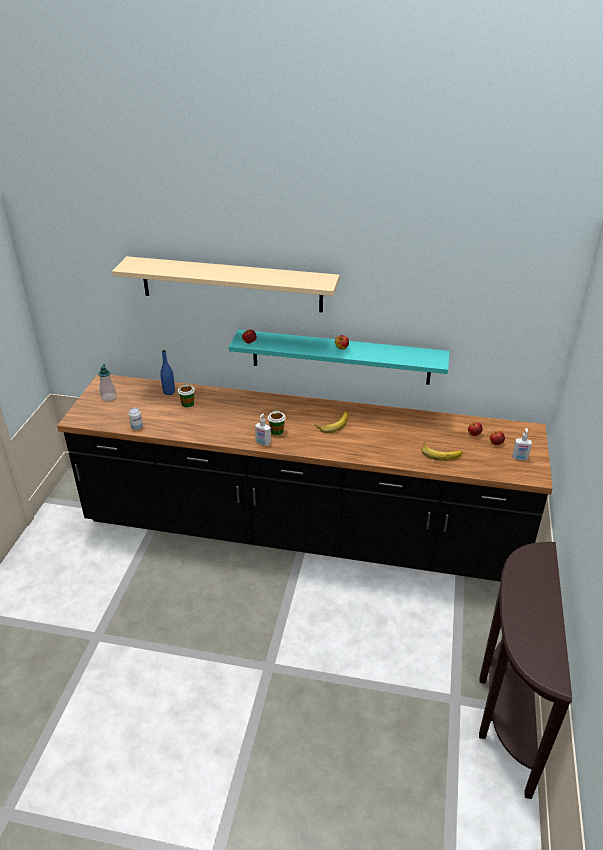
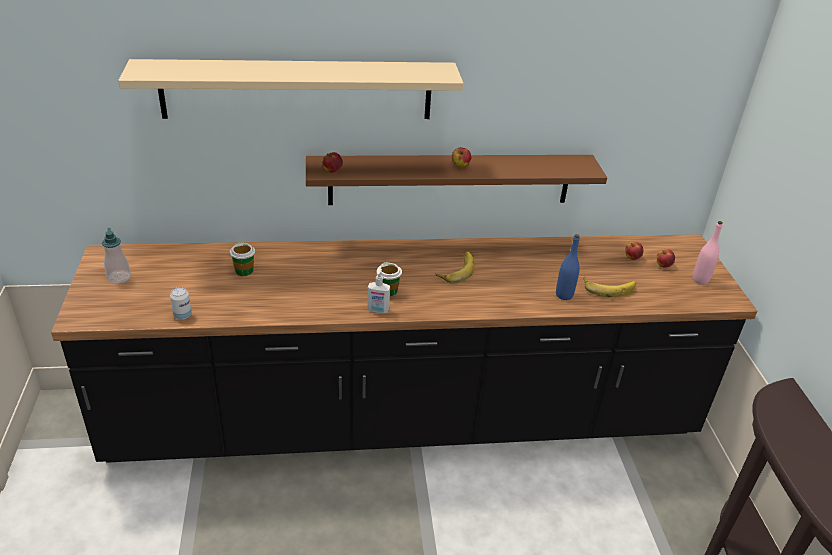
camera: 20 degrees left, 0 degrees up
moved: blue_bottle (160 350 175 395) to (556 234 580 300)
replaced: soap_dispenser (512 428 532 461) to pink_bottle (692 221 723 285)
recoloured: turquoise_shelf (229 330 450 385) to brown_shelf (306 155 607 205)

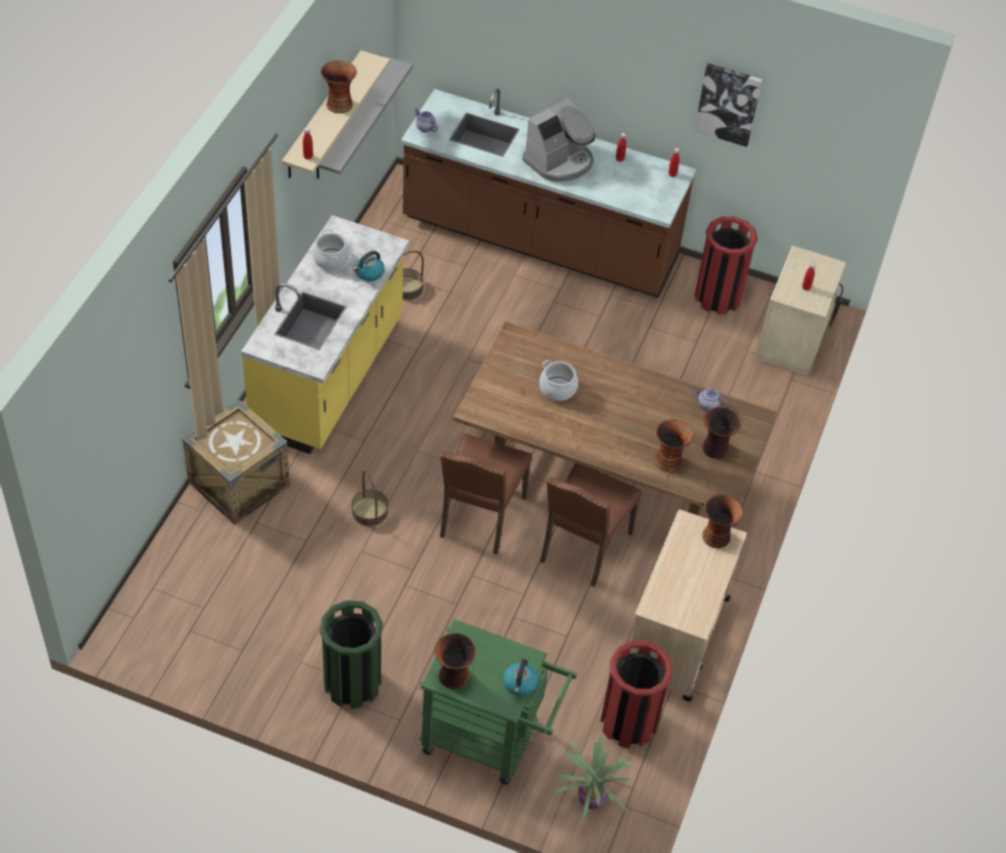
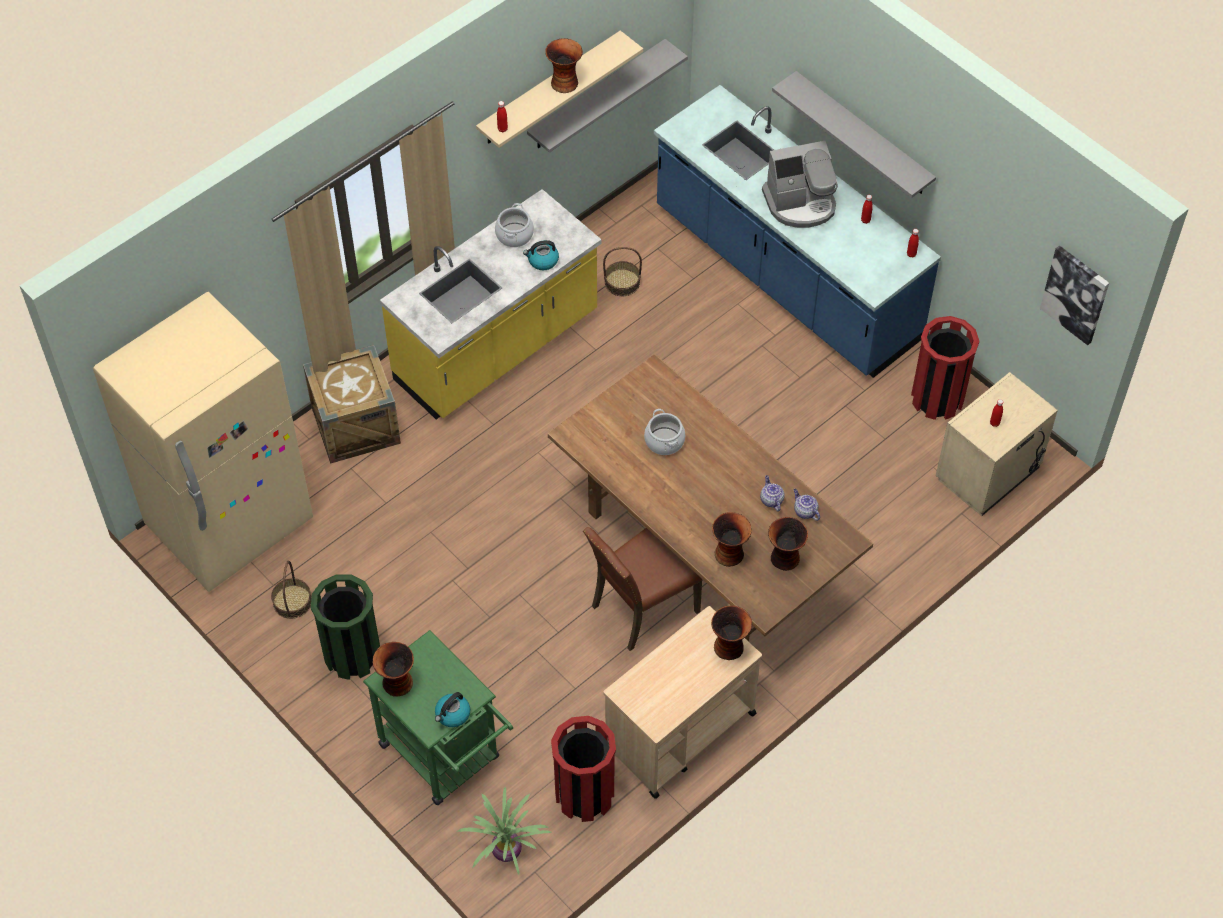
camera: 30 degrees right, 5 degrees up
removed: brown_chair (440 433 532 555)
added: grey_shelf (772 71 936 198); beige_fridge (93 292 313 592)
moved: picture (694 63 762 147) to (1040 245 1109 345); teapot (415 108 437 132) to (760 475 785 512); basket (351 470 389 527) to (271 561 312 619)
recoloured: brown_counter (401 88 696 298) to blue_counter (654 85 941 378)

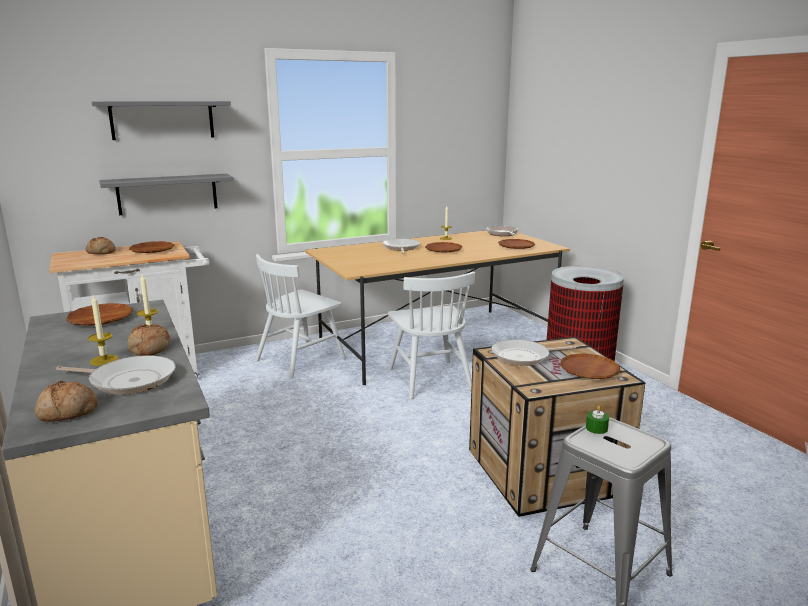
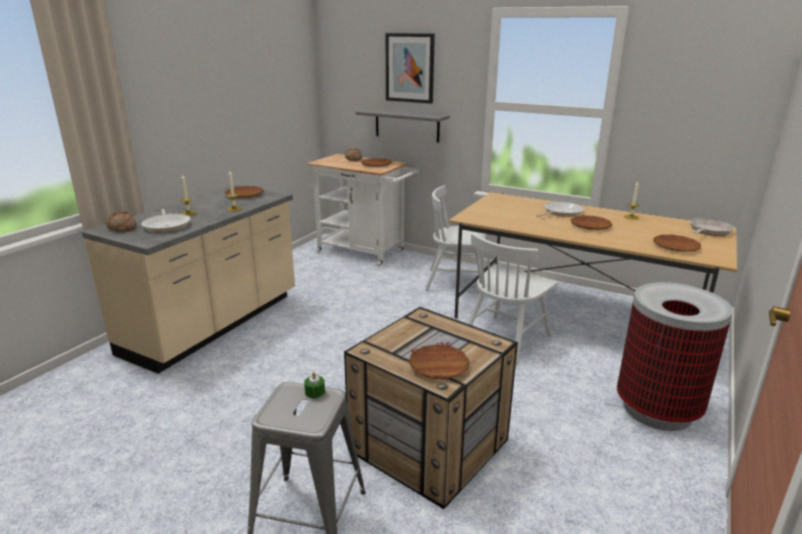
camera: 55 degrees right, 5 degrees up
removed: bread (127 324 170 356); frying_pan (491 339 576 366)
replaced: grey_shelf (92 101 231 140) to picture (386 33 435 104)

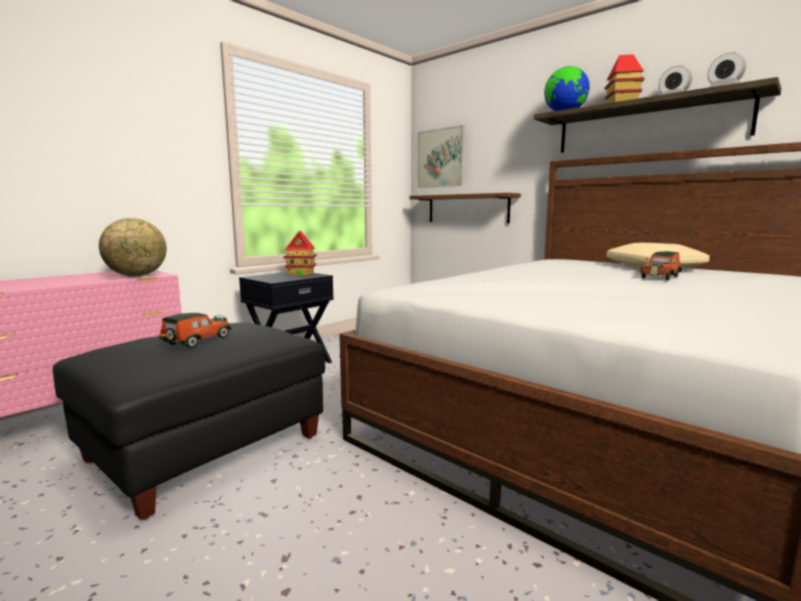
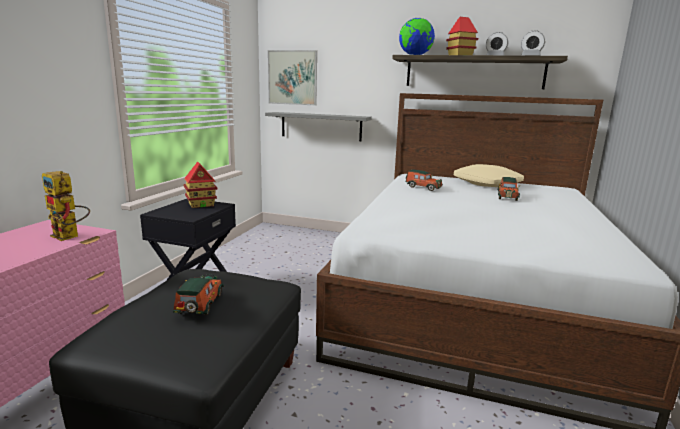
camera: 25 degrees left, 5 degrees up
added: toy_car (405 170 443 191)
replaced: globe (99 218 167 277) to toy_robot (42 171 90 241)
recoloured: brown_shelf (409 193 521 223) to grey_shelf (265 112 372 141)

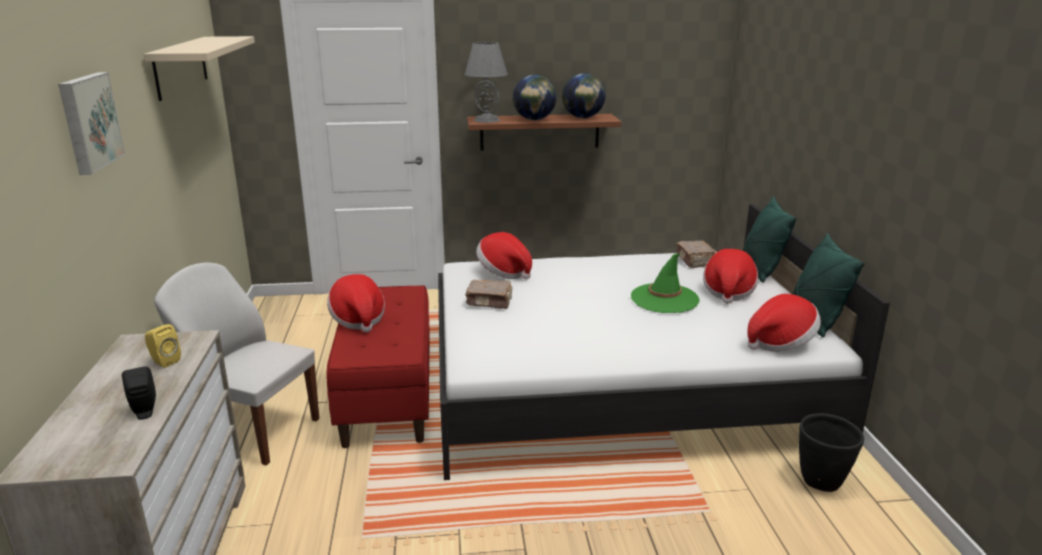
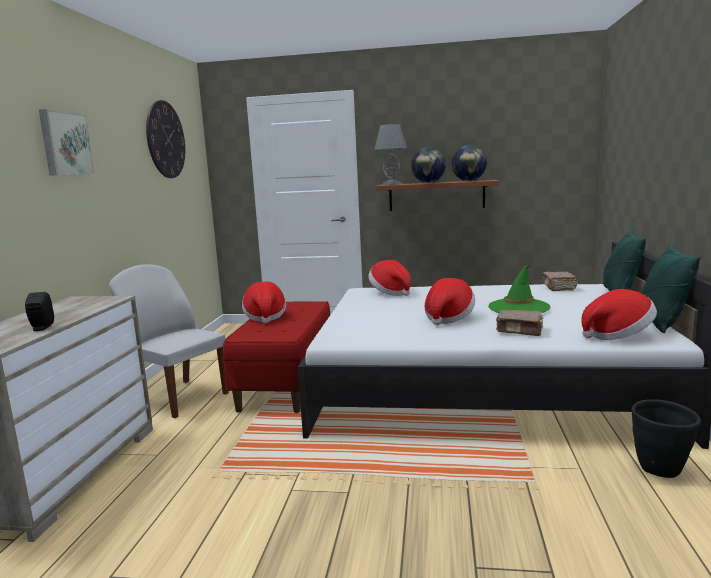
camera: 15 degrees right, 10 degrees down
removed: yellow_speaker (145 324 181 368)
moved: hat (703 249 758 304) to (424 278 475 325); brown_book (465 280 513 309) to (496 310 543 336)
replaced: beige_shelf (144 36 255 101) to wall_clock (146 100 185 178)

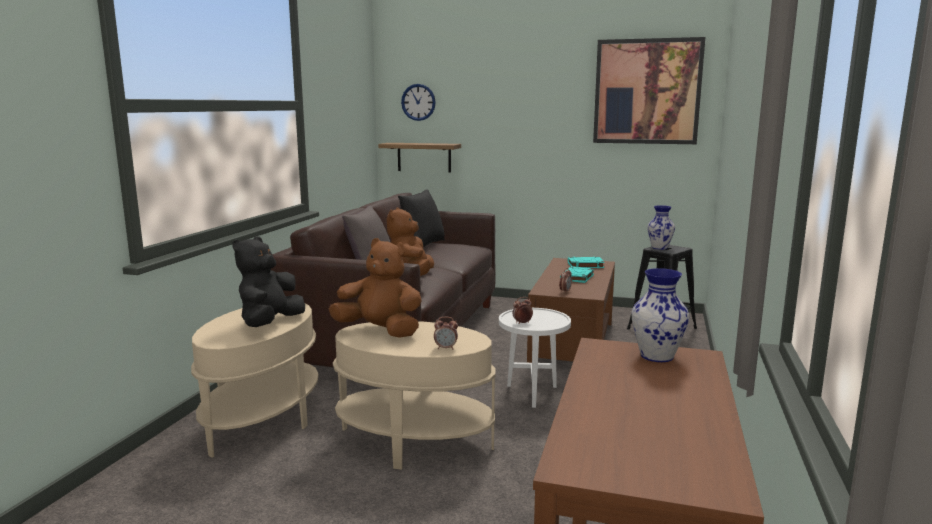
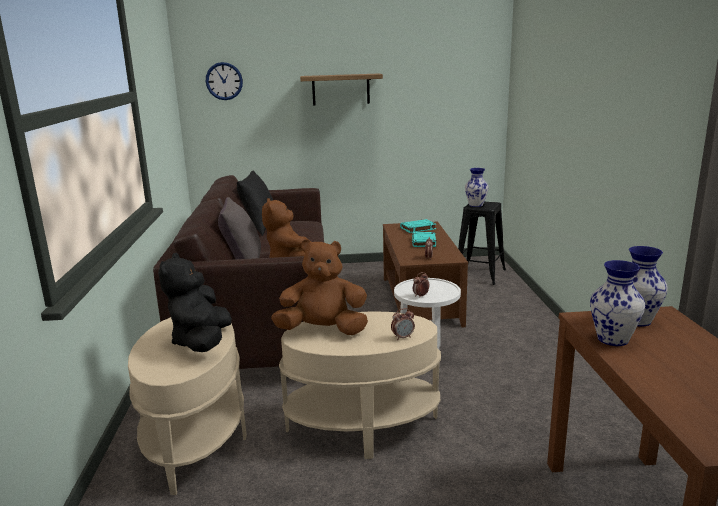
camera: 20 degrees left, 5 degrees up
removed: picture (593 37 705 144)
added: vase (590 260 645 346)
moved: shelf (378 143 461 173) to (300 73 383 106)

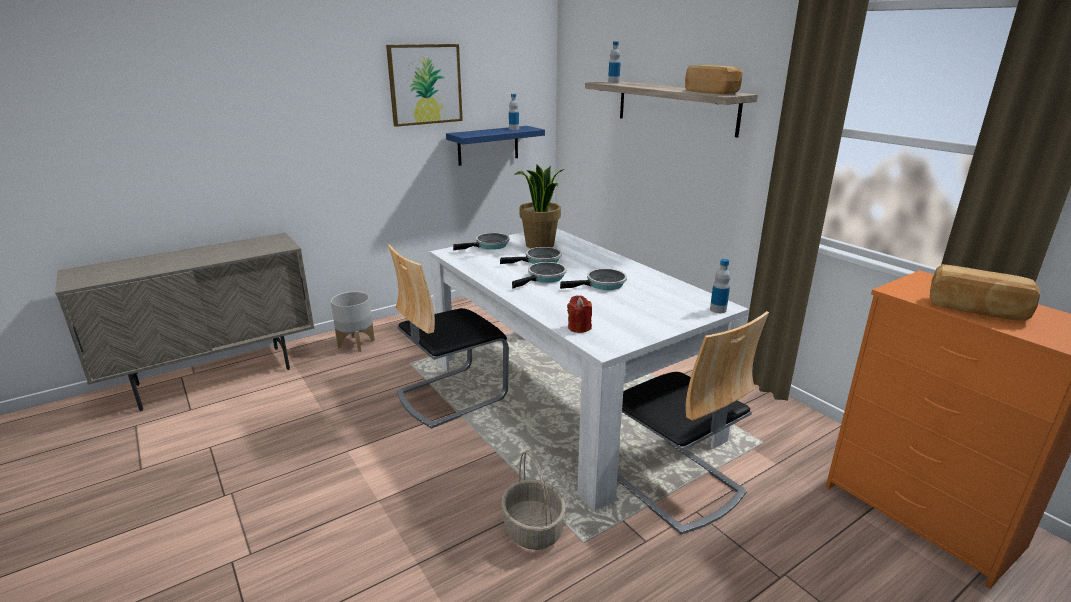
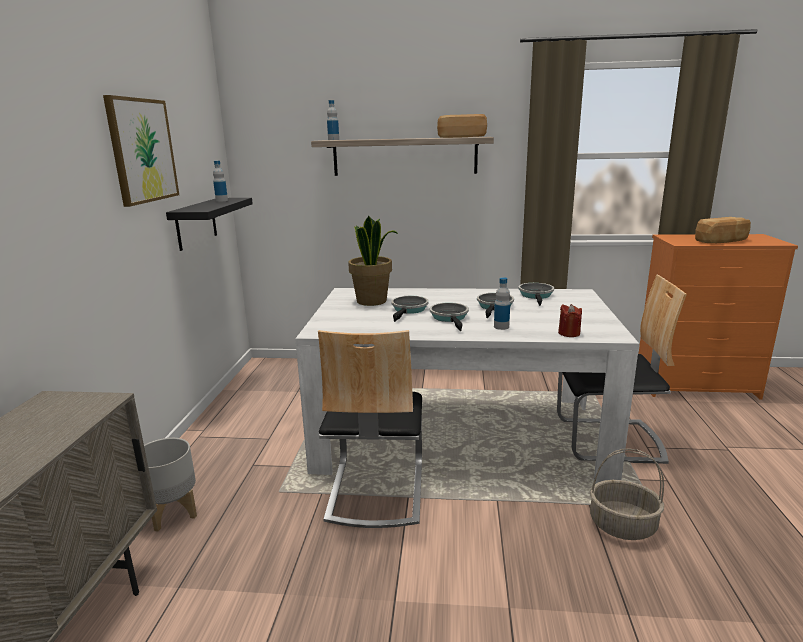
camera: 50 degrees left, 5 degrees down
moved: frying_pan (453 233 509 250) to (518 283 554 306); bottle (710 259 731 313) to (494 277 510 330)
recoloured: blue_shelf (446 126 545 166) to black_shelf (166 198 253 251)

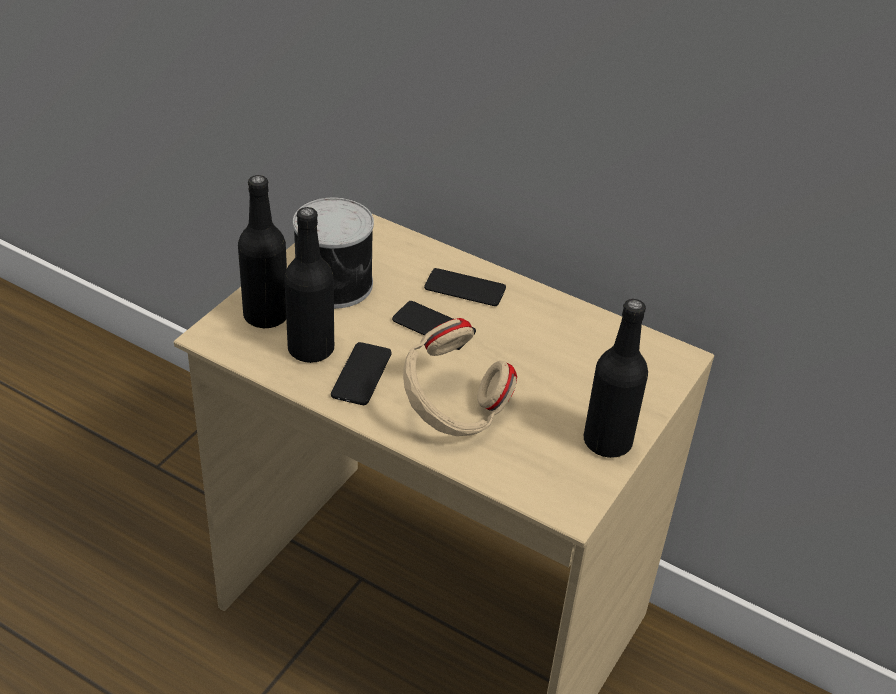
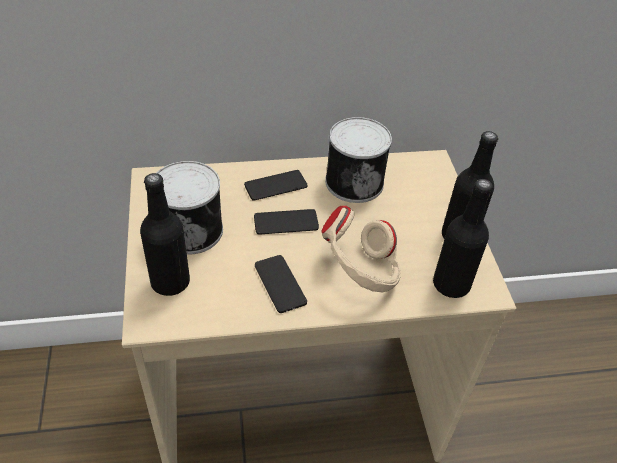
camera: 40 degrees left, 5 degrees up
added: can (325 117 392 203)
moved: black_bottle (284 207 334 363) to (433 179 493 298)

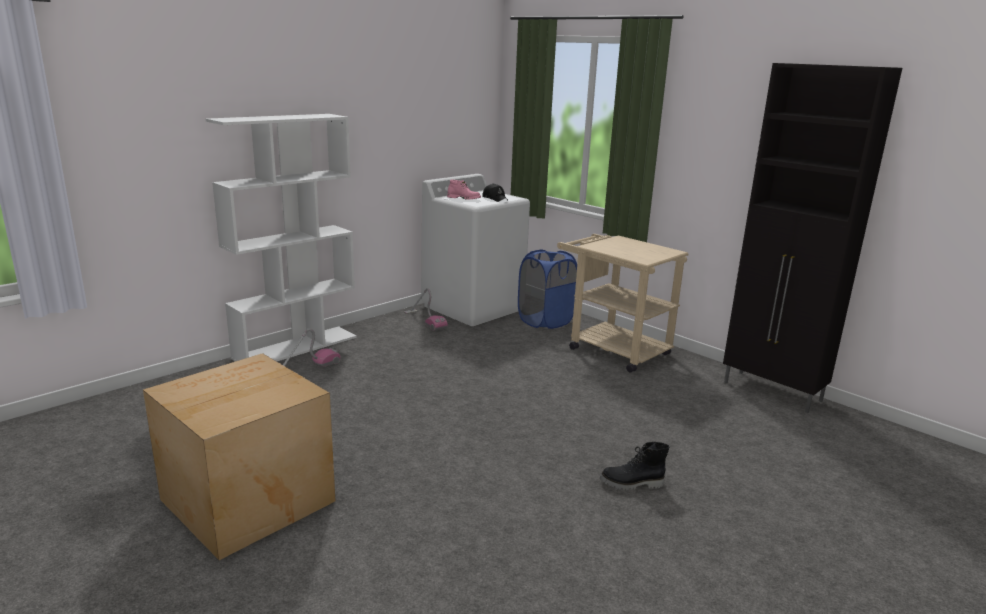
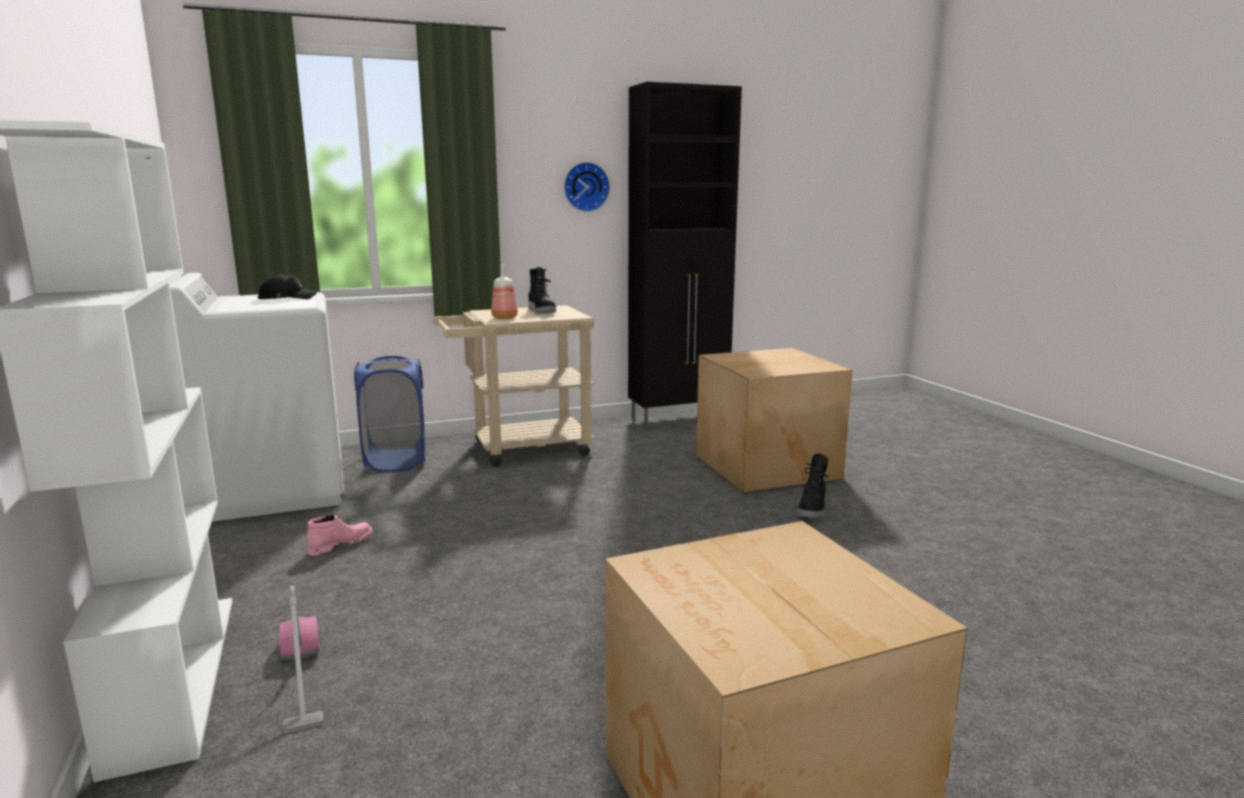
camera: 65 degrees left, 5 degrees down
removed: vacuum_cleaner (404 288 448 331)
added: wall_clock (564 162 610 212); bottle (491 264 518 319); black_boot (528 267 556 314); cardboard_box (696 348 852 492)
moved: pink_boot (447 180 481 199) to (306 514 372 556)

